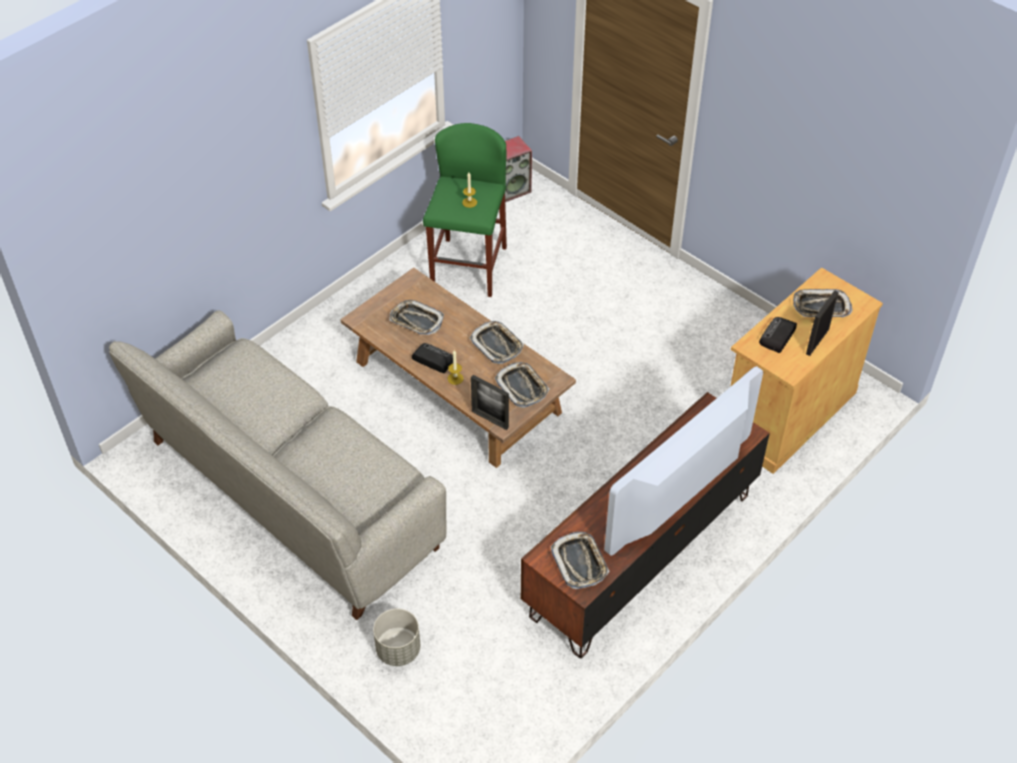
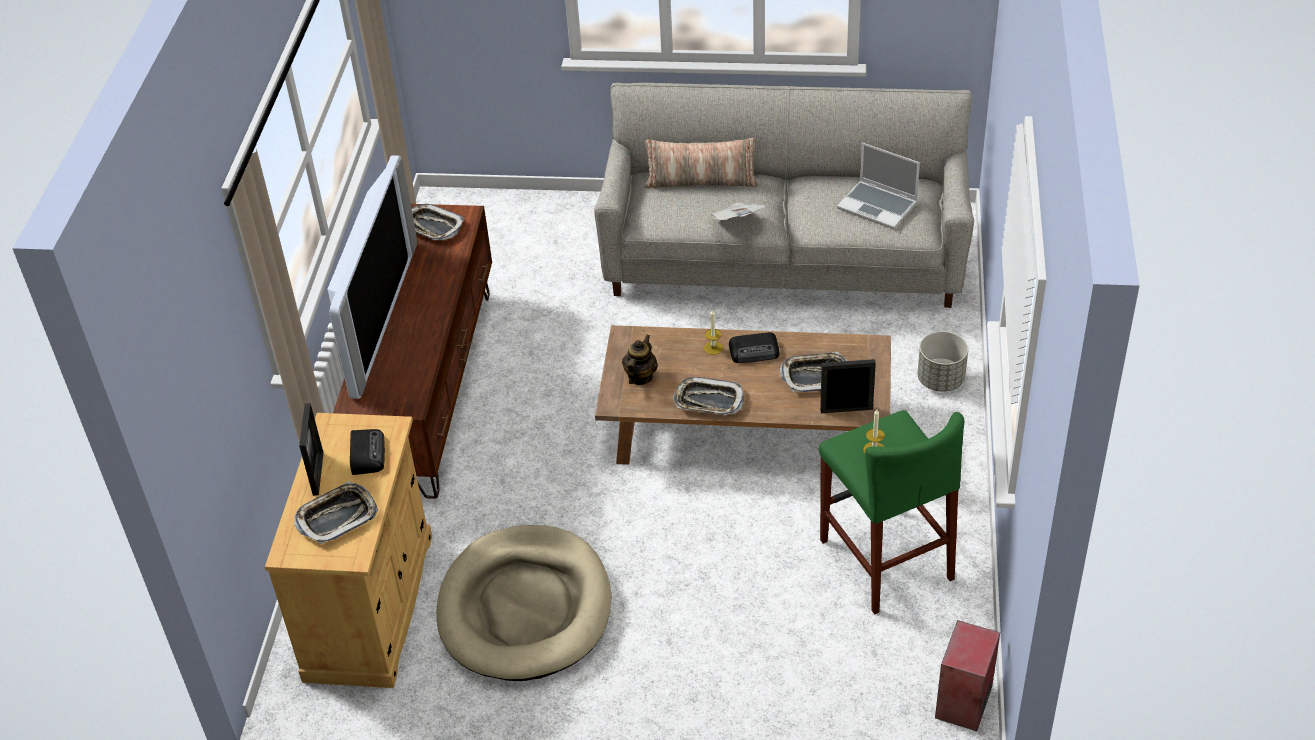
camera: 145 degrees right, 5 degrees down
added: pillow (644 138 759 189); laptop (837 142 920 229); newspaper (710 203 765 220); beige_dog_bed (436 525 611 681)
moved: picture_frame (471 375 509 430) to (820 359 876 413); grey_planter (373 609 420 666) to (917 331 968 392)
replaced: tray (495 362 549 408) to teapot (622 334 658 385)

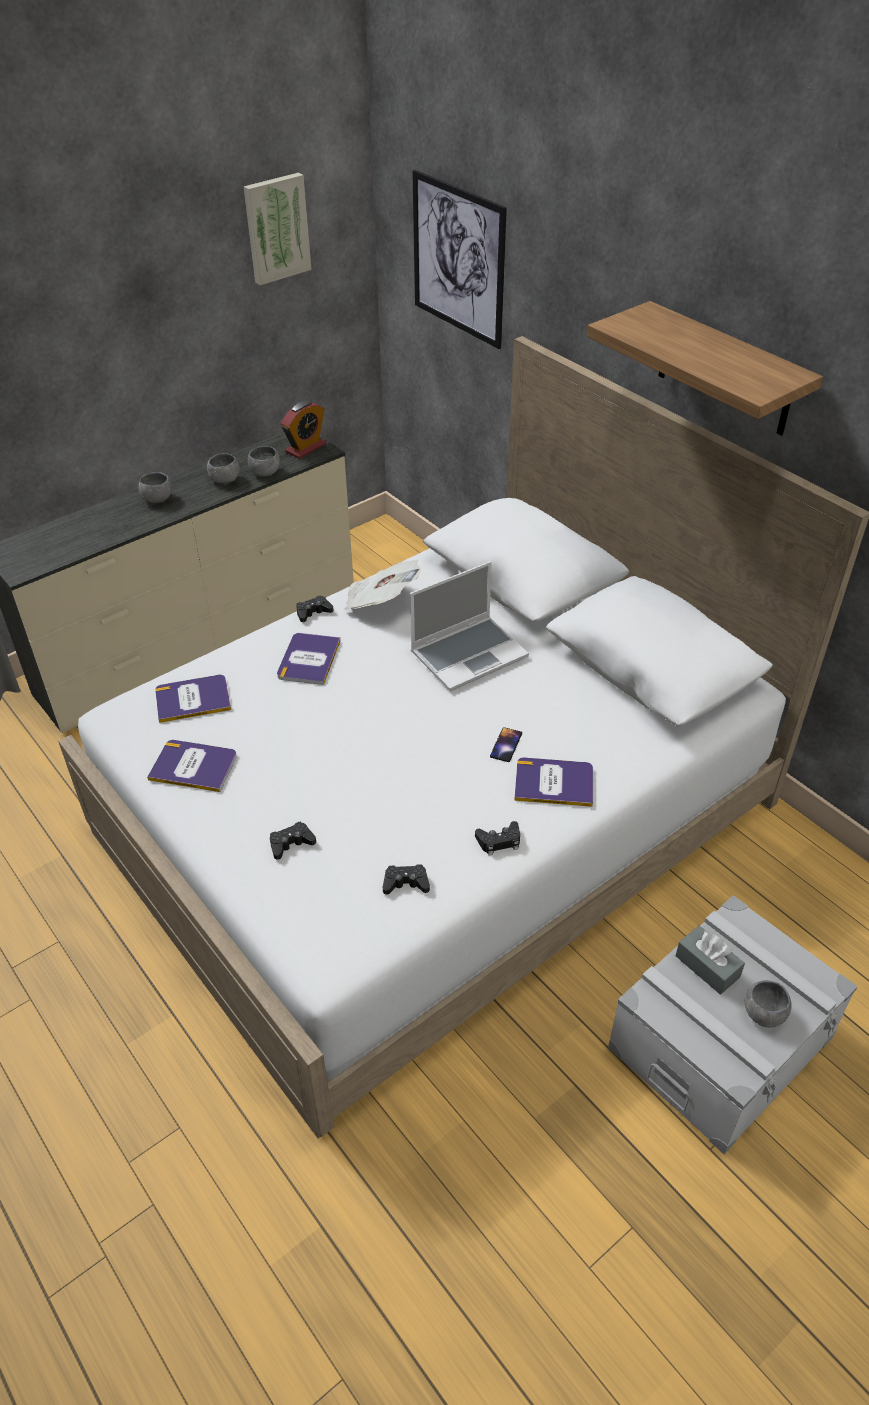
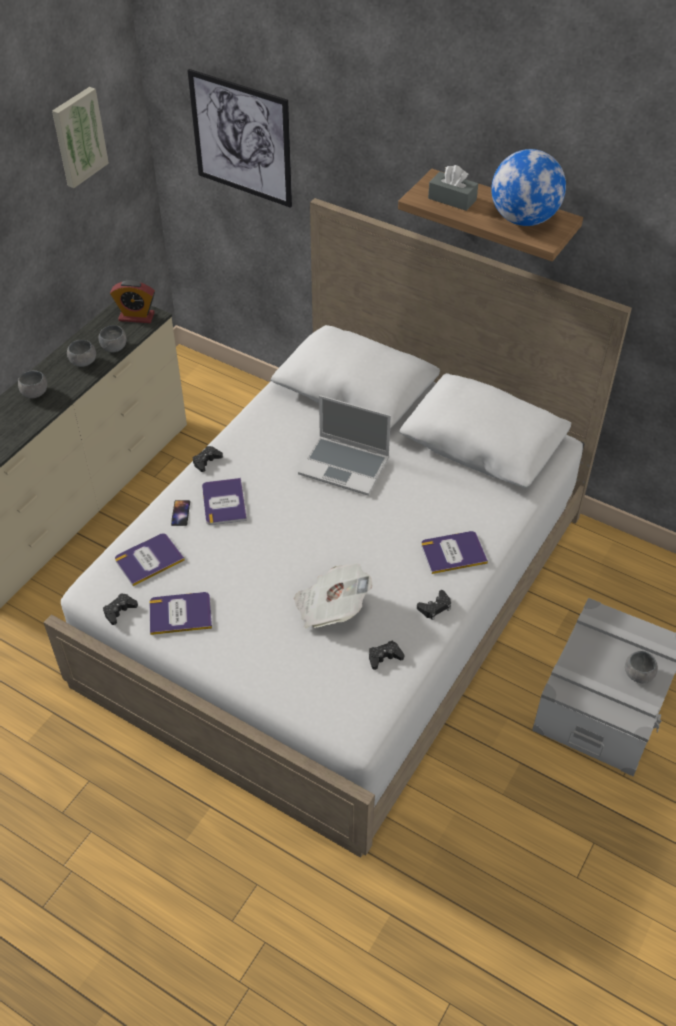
camera: 20 degrees left, 5 degrees up
added: globe (491 149 566 226)
moved: newspaper (344 560 421 610) to (294 563 372 628); phone (490 727 522 762) to (171 500 190 526); black_game_controller (270 822 316 860) to (103 593 138 625); grey_tissue_box (676 926 745 994) to (428 165 478 211)
turned: alarm_clock (281 401 326 459) = (110 280 155 323) 75 degrees clockwise; laptop (410 561 529 691) = (298 395 391 496) 75 degrees clockwise

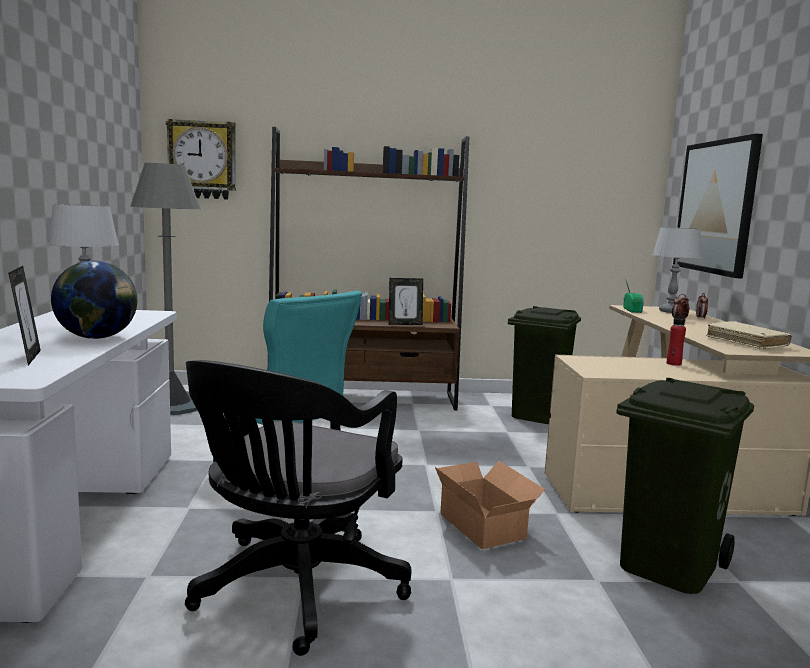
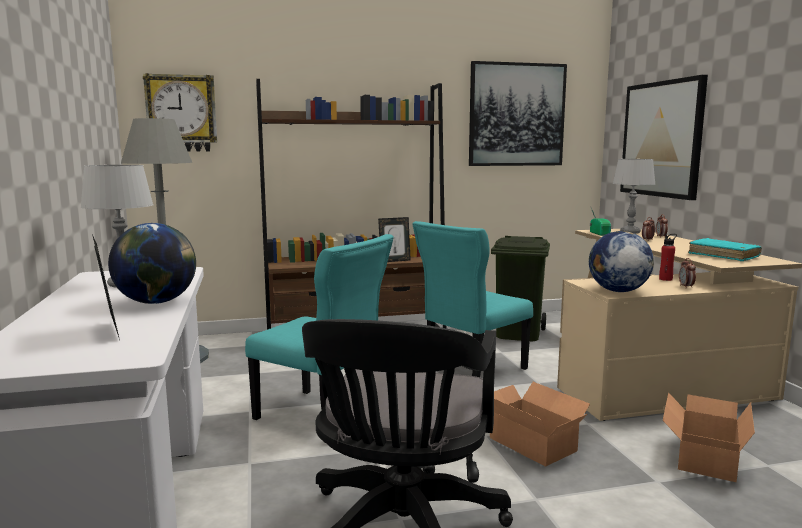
camera: 10 degrees left, 0 degrees up
added: picture (469 61 567 166); turquoise_chair (412 221 533 377); globe (589 231 654 292); alarm_clock (679 258 696 288)
replaced: green_trash_can (616 378 754 594) to cardboard_box (663 393 755 482)
recoloured: beige_book (706 321 792 349) to turquoise_book (688 238 762 261)

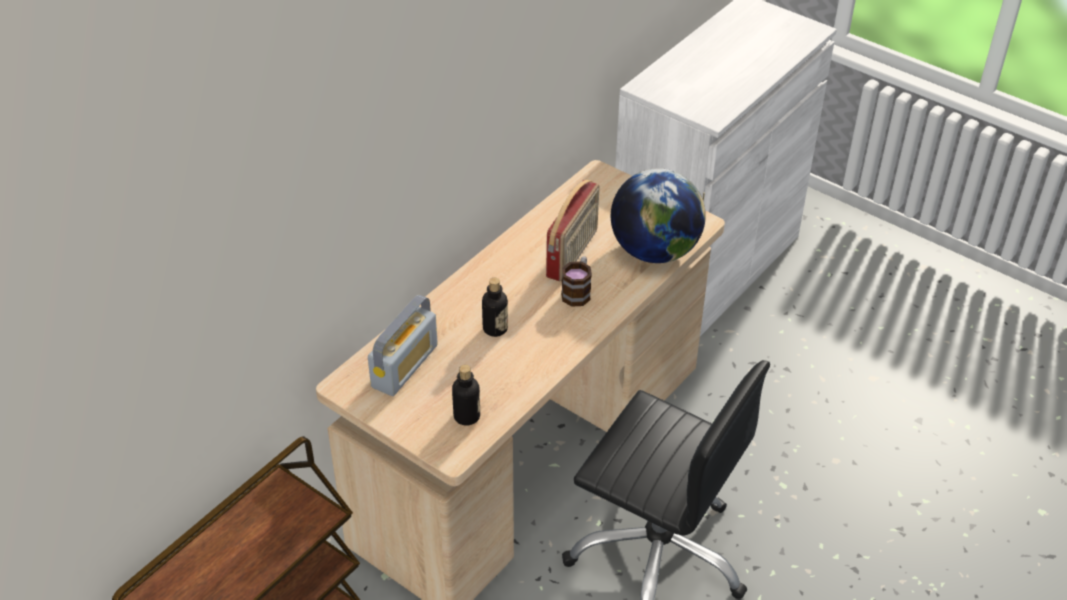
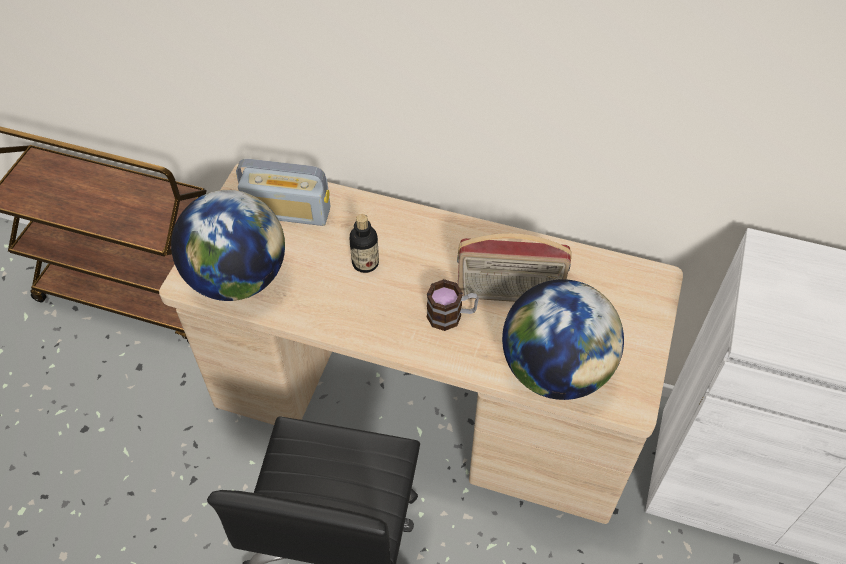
camera: 70 degrees right, 10 degrees up
replaced: bottle (452 365 480 426) to globe (171 190 285 301)

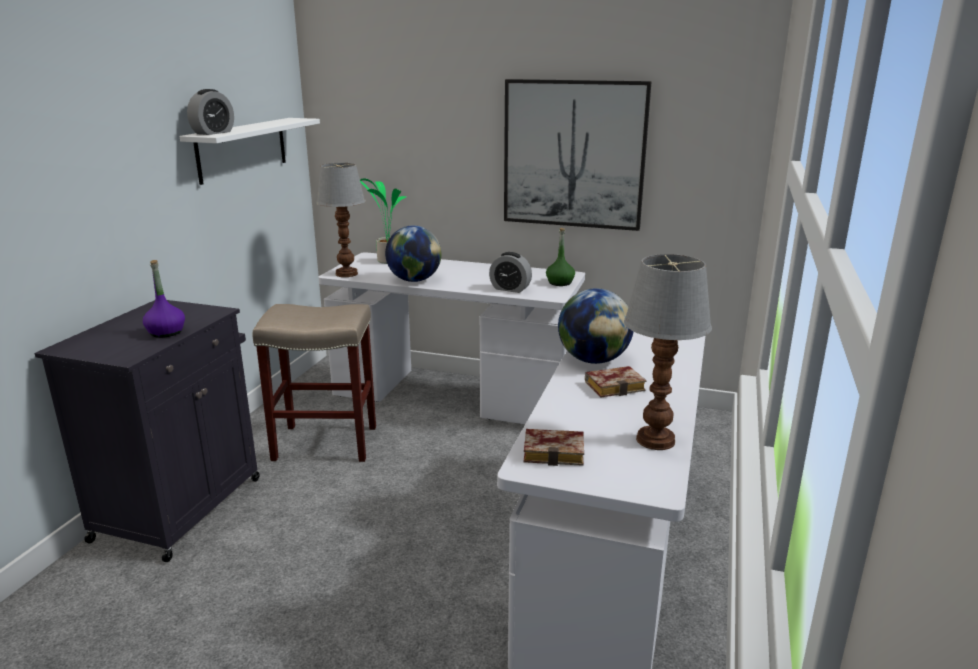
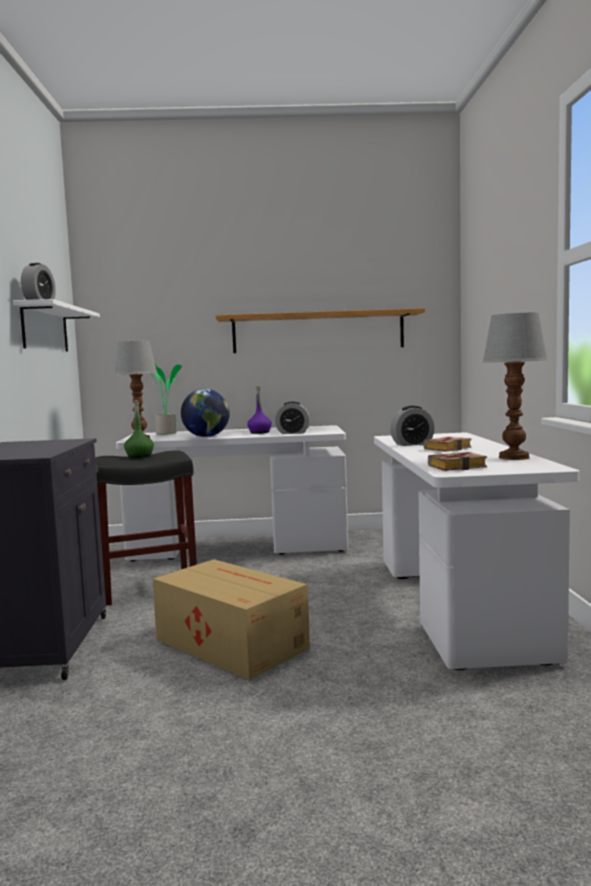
camera: 20 degrees left, 15 degrees down
added: cardboard_box (153 559 310 680)
moved: green_bottle (546 228 575 286) to (124 400 154 458); purple_bottle (143 260 185 338) to (247 386 272 434)
replaced: picture (504 79 652 231) to shelf (216 308 425 353); globe (558 288 634 364) to alarm_clock (390 406 435 446)
recoloured: beige_stool (253 304 376 462) to black_stool (95 450 197 606)

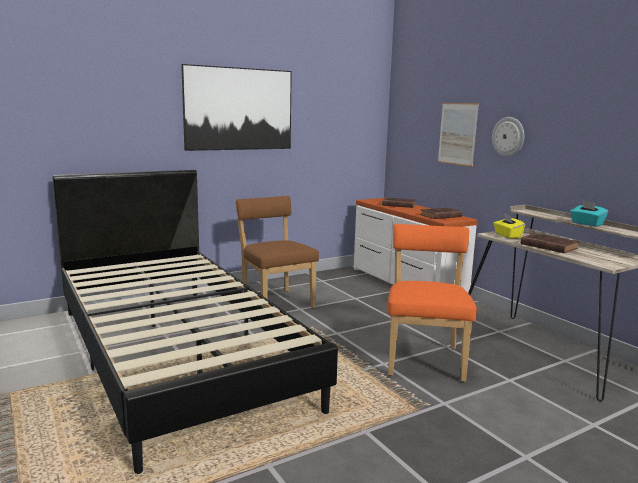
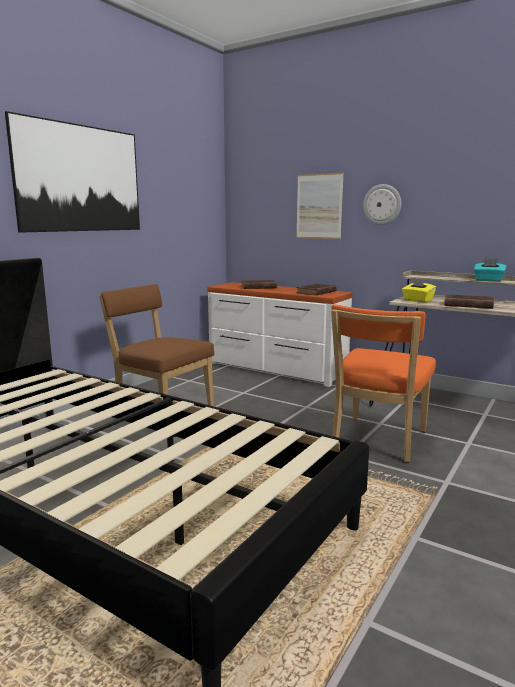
camera: 25 degrees left, 0 degrees up
turned: orange_chair (388 224 477 382) = (331 304 436 462) 135 degrees counterclockwise

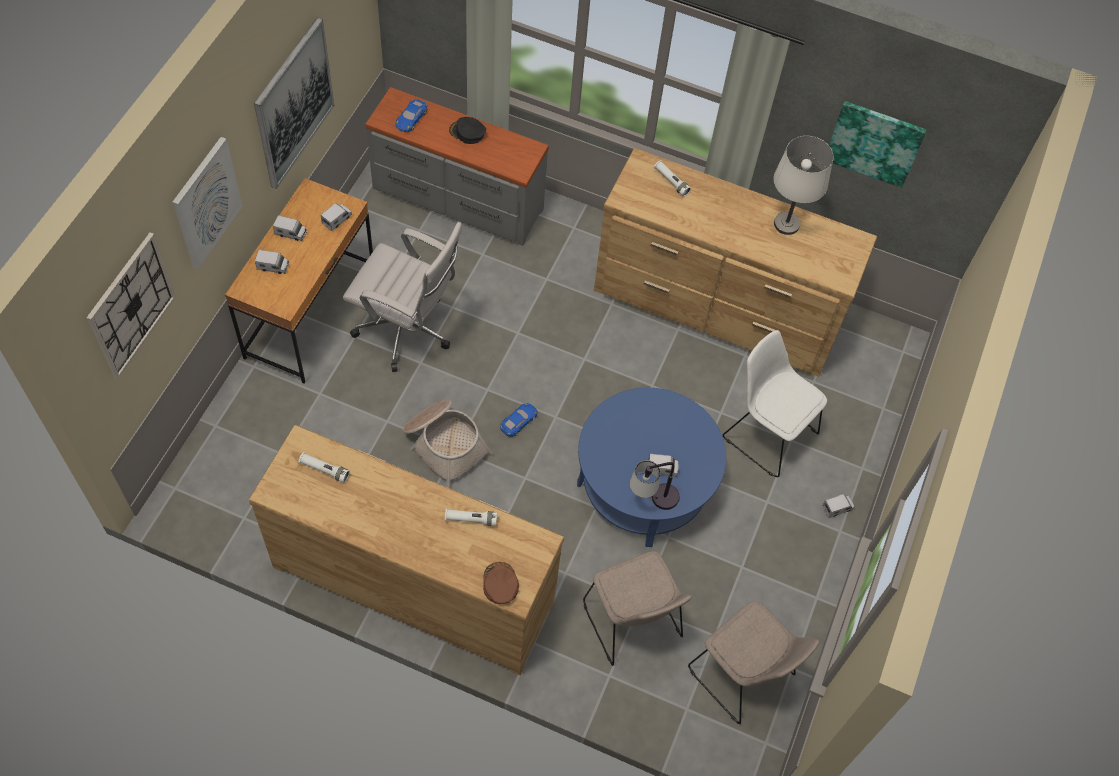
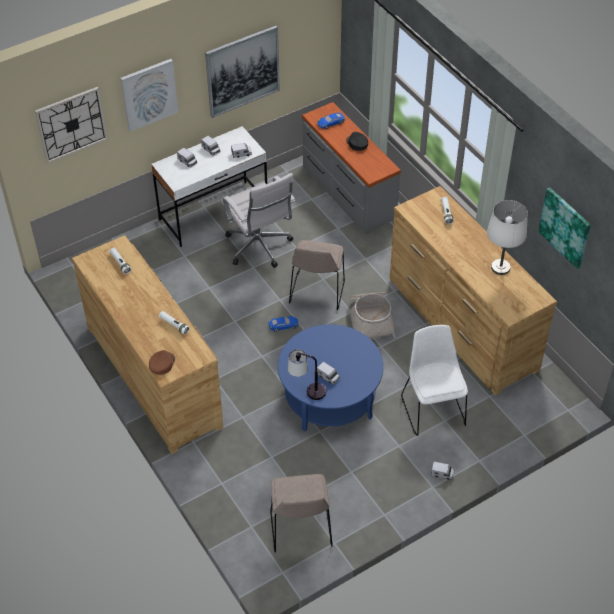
camera: 40 degrees right, 10 degrees down
moved: basket (403 400 493 488) to (349 292 396 338); beige_chair (583 551 692 666) to (289 240 345 310)
recoloured: brown_desk (225 178 373 384) to white_desk (151 126 267 247)

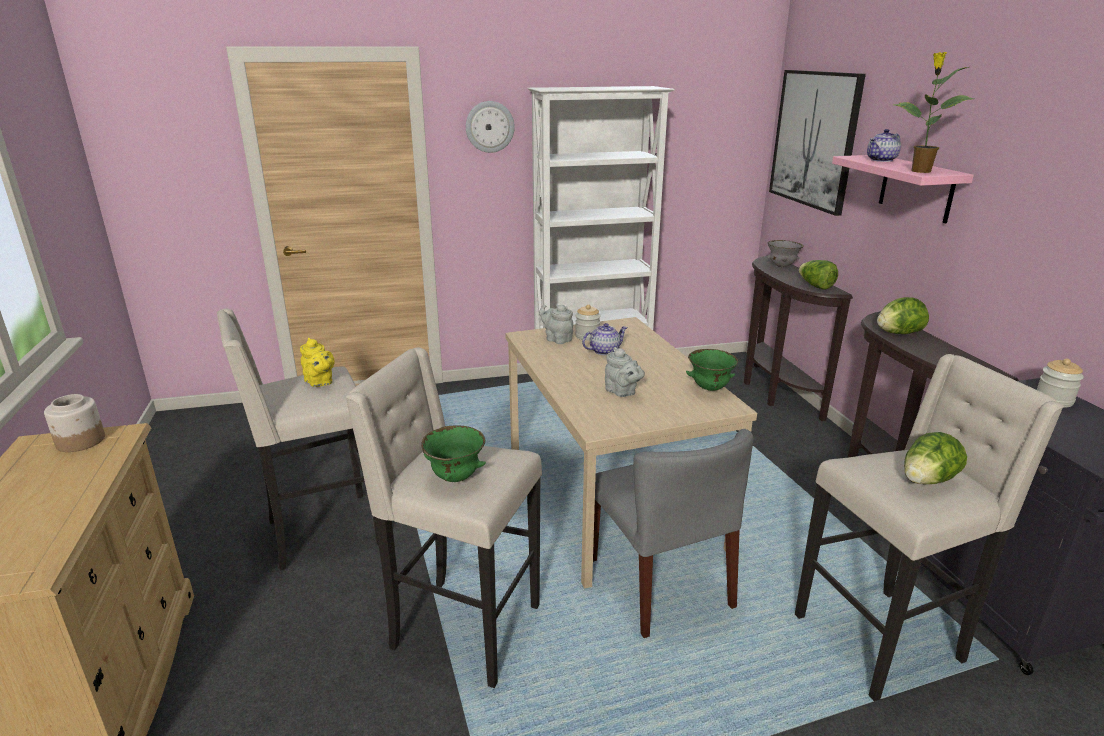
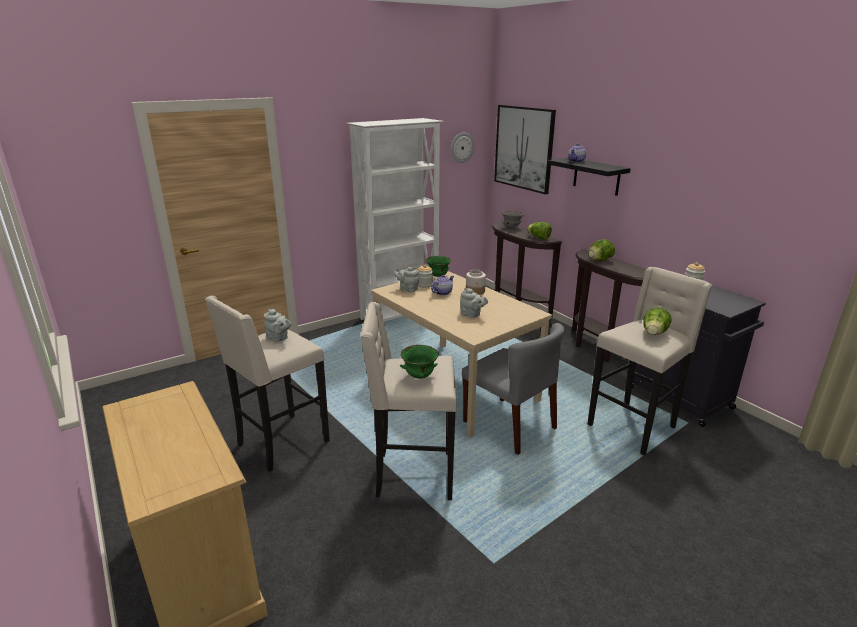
camera: 20 degrees left, 0 degrees up
removed: potted_plant (894 52 974 173)
moved: wall_clock (466 101 515 153) to (451 132 474 163); green_bowl (686 349 738 391) to (426 256 451 277); jar (44 394 105 452) to (466 270 486 295)
recoloured: pink_shelf (832 155 974 223) to black_shelf (547 158 631 196); yellow_teapot (300 338 335 387) to grey_teapot (264 309 291 342)

